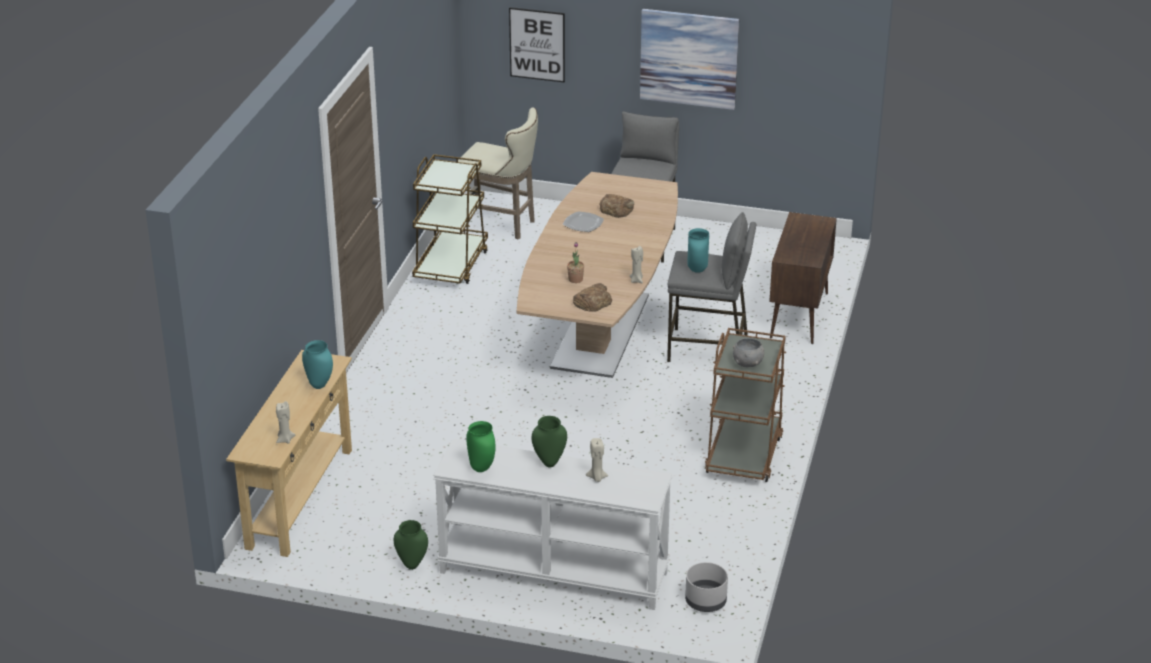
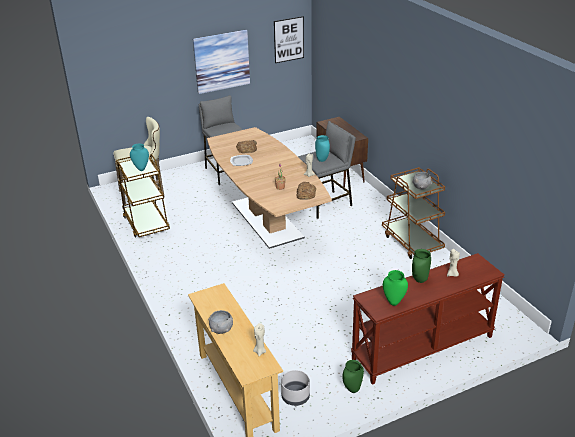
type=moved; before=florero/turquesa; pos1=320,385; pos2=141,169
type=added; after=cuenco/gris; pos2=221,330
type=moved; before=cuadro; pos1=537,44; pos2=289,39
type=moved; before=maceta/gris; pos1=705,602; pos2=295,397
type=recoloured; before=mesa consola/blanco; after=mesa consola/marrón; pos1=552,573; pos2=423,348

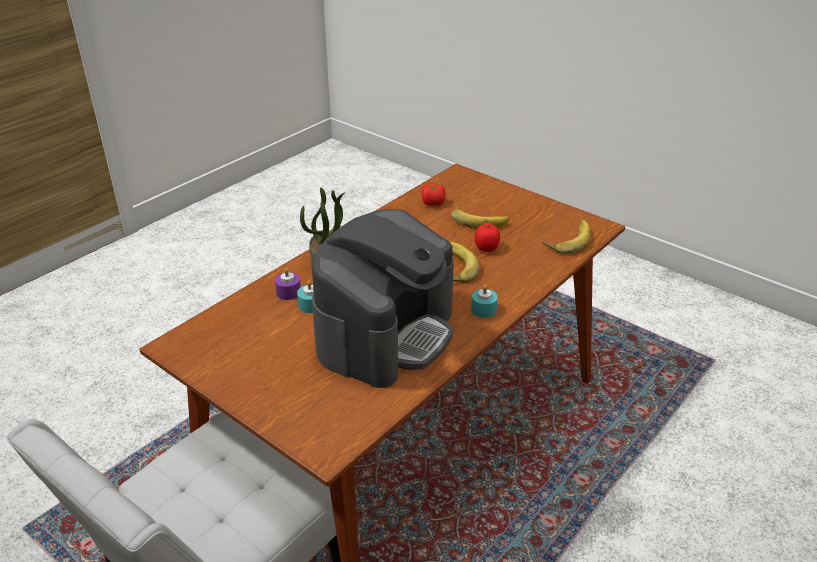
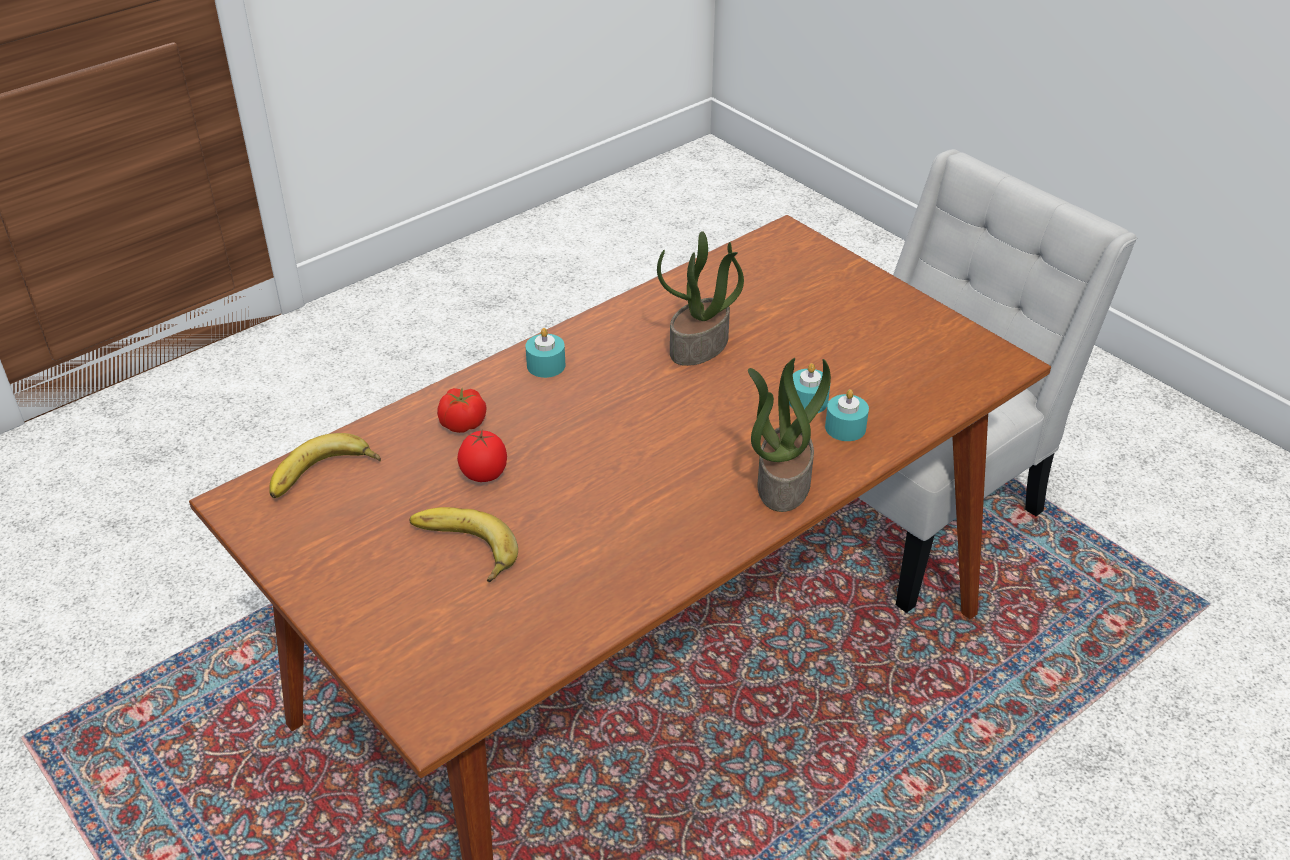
type=moved; before=tomate; pos1=433,203; pos2=463,424
type=replaced; before=cafetera; after=planta en maceta; pos1=386,333; pos2=699,347
type=recoloured; before=vela/morado; after=vela/turquesa; pos1=288,292; pos2=845,428
type=removed; before=plátano; pos1=454,267

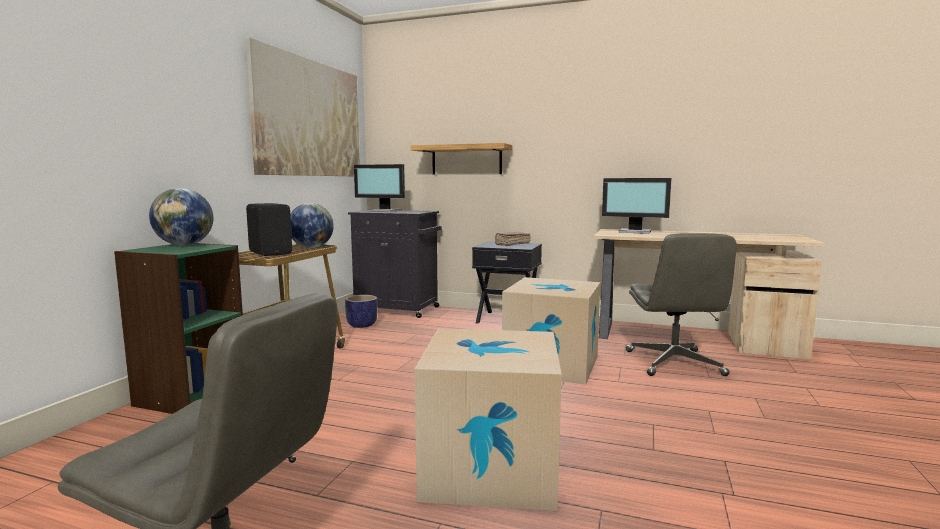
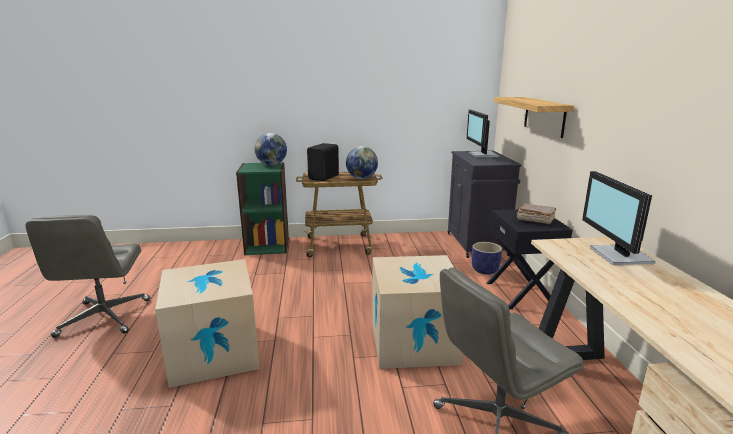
type=moved; before=maceta; pos1=362,325; pos2=485,270
type=removed; before=cuadro; pos1=310,118

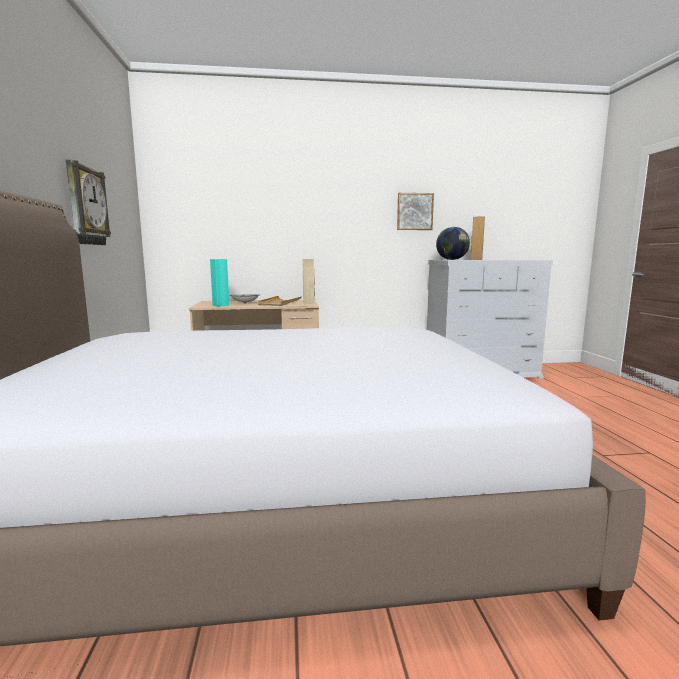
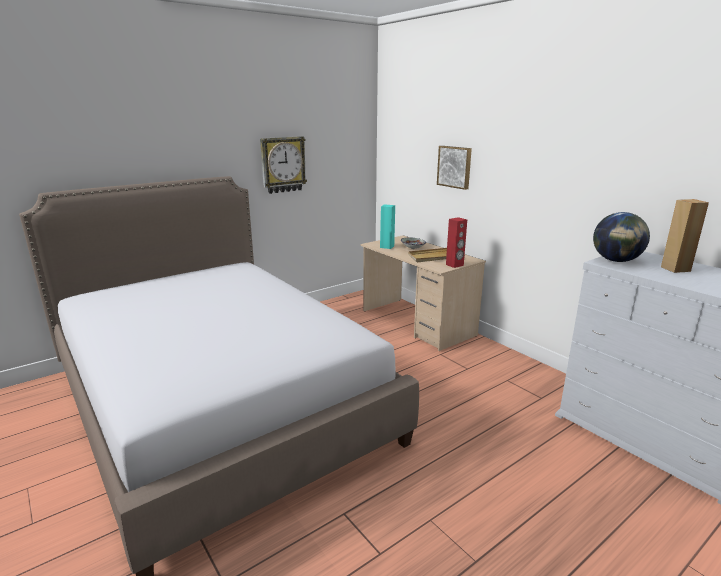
type=moved; before=cuadro; pos1=414,211; pos2=455,167
type=recoloured; before=altavoz/beis; after=altavoz/rojo; pos1=309,303; pos2=454,265

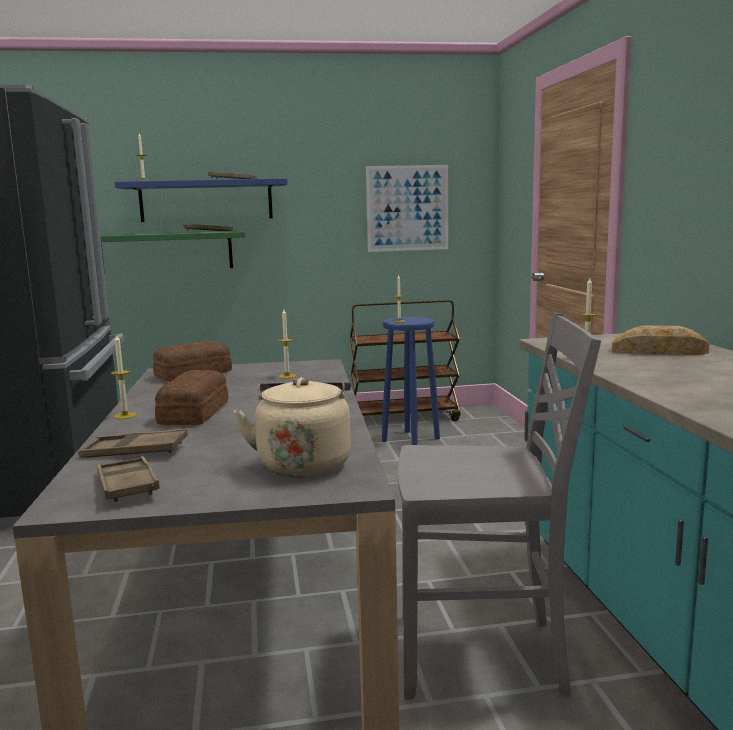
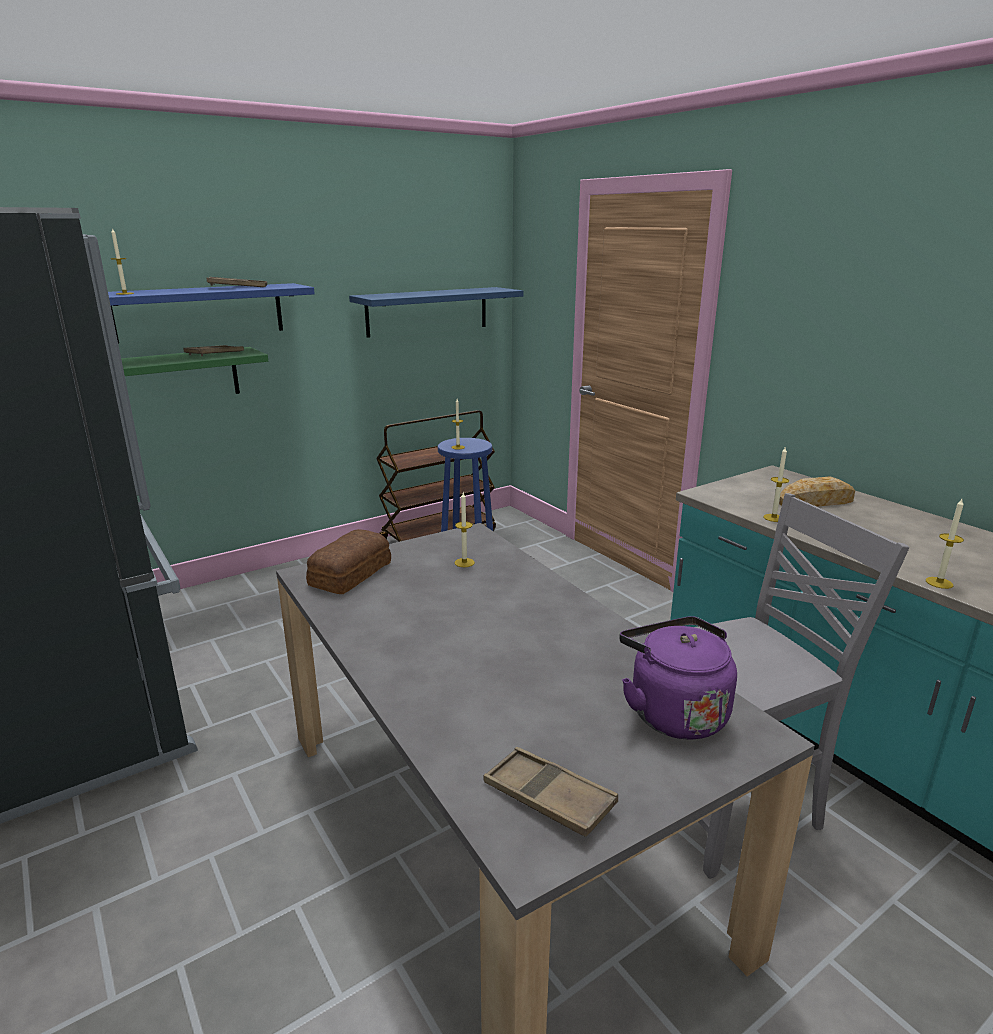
type=replaced; before=cuadro; after=estante/azul; pos1=407,208; pos2=427,311
type=recoloured; before=hervidor/beis; after=hervidor/morado; pos1=304,464; pos2=673,712
type=moved; before=vela; pos1=125,416; pos2=939,582
type=removed; before=bandeja/marrón; pos1=135,452
type=removed; before=pan; pos1=192,413

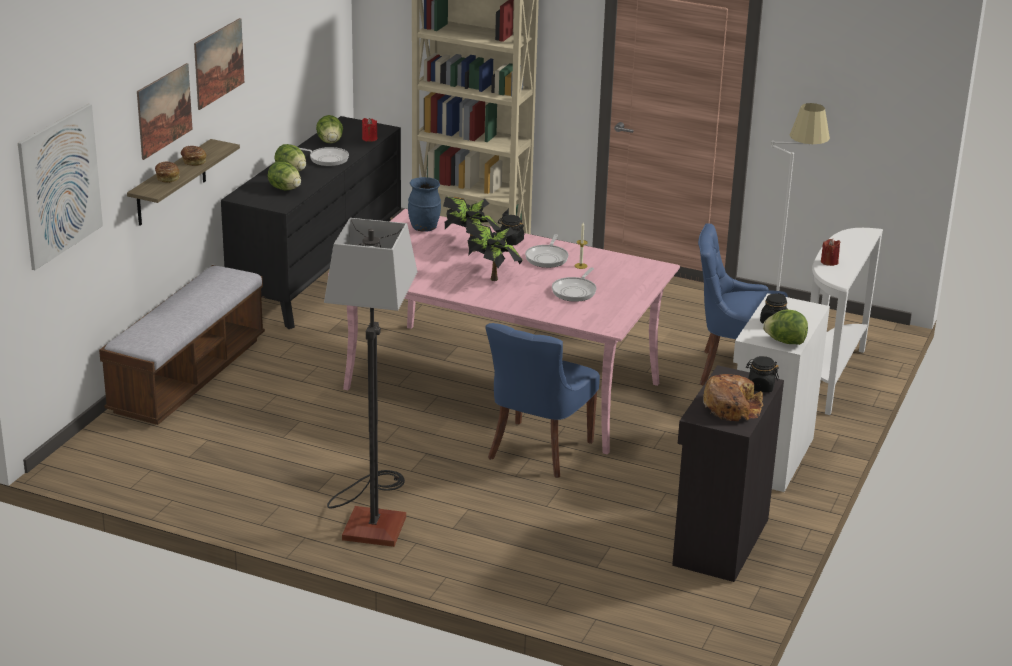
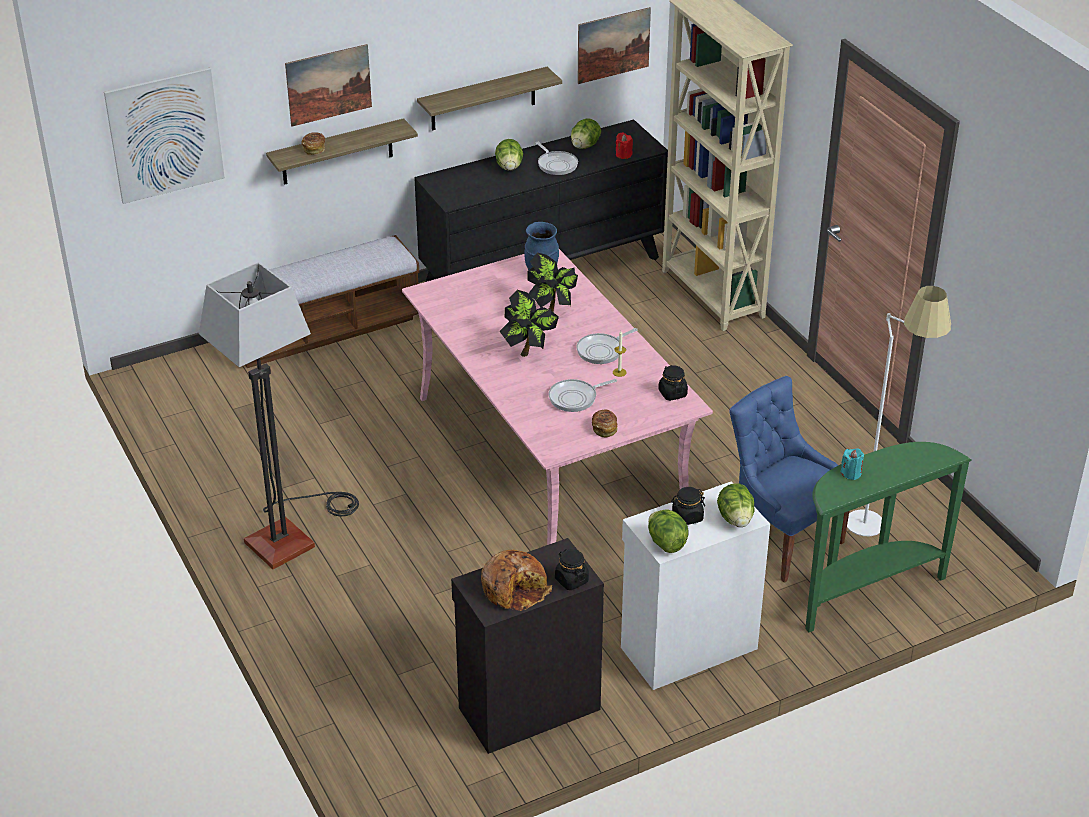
type=added; after=estante; pos2=483,99
type=moved; before=cuadro; pos1=219,63; pos2=613,45
type=moved; before=pan; pos1=193,161; pos2=604,428
type=moved; before=tarro/negro; pos1=510,241; pos2=672,393
type=moved; before=lechuga; pos1=285,189; pos2=735,519
type=recoloured; before=mesa consola/blanco; after=mesa consola/verde; pos1=829,377; pos2=865,591
type=recoloured; before=vela/rojo; after=vela/turquesa; pos1=829,262; pos2=851,473
type=removed; before=silla/azul; pos1=537,451

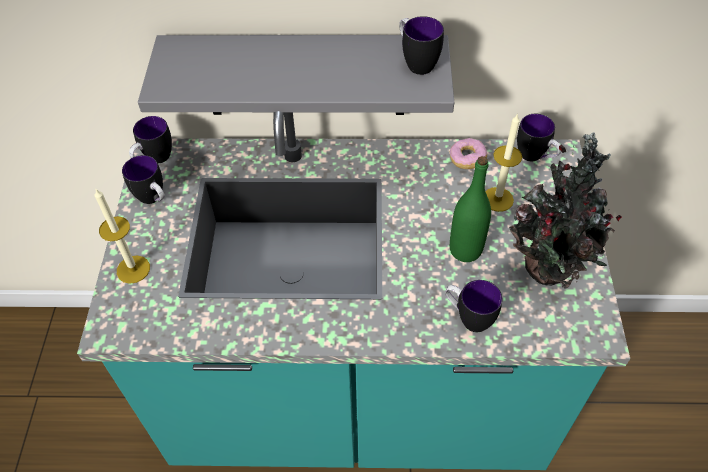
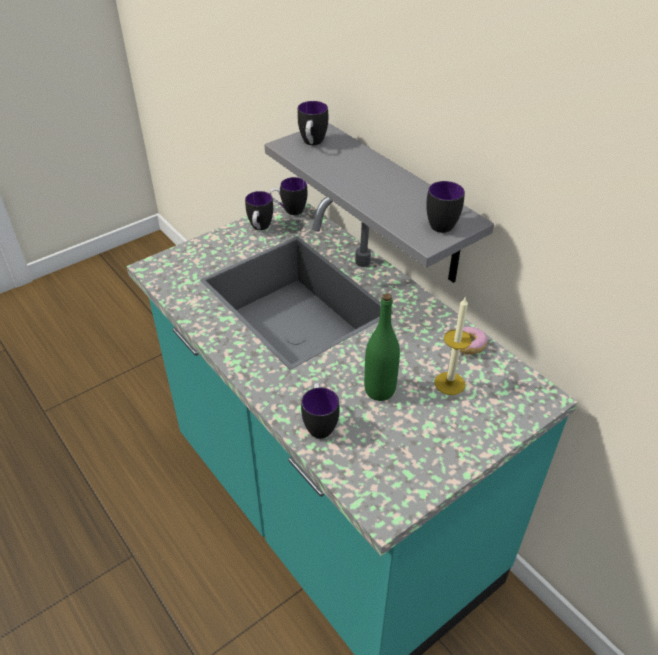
type=moved; before=taza grande; pos1=535,157; pos2=312,144
type=removed; before=vela; pos1=133,269
type=removed; before=planta en maceta; pos1=548,272

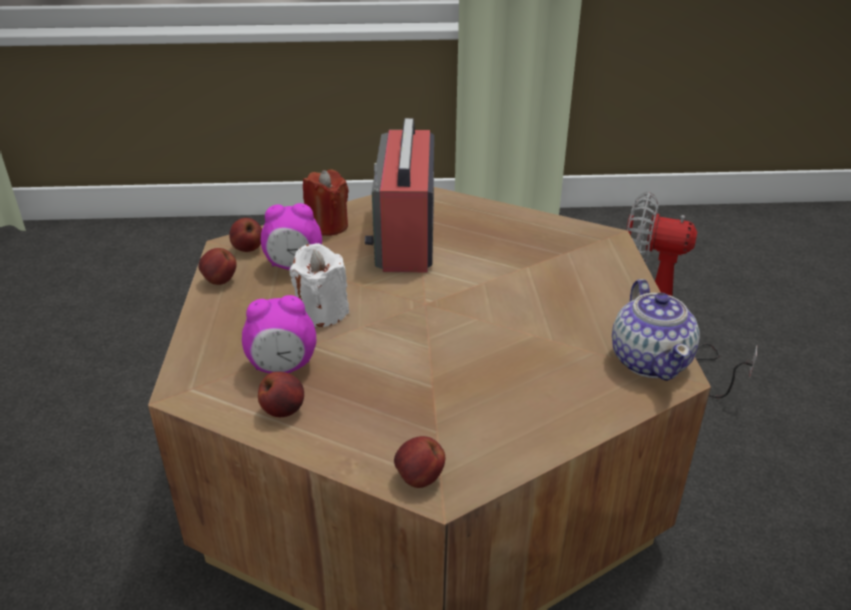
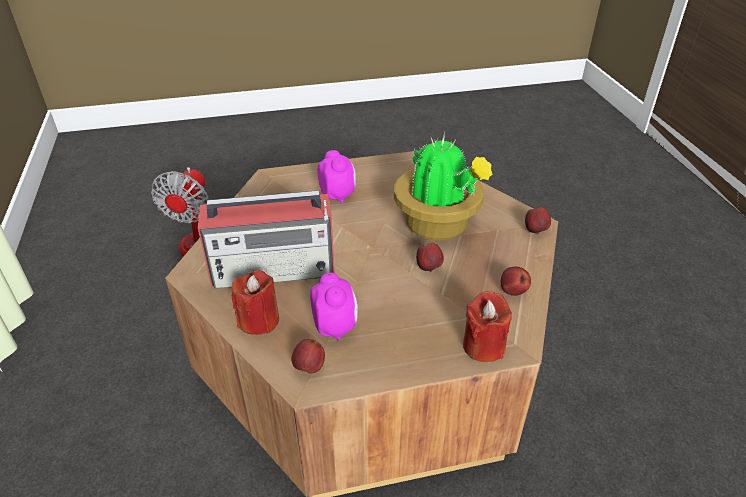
type=moved; before=despertador; pos1=283,367; pos2=338,195
type=added; after=planta en maceta; pos2=438,226
type=moved; before=manzana; pos1=219,281; pos2=429,268
type=added; after=vela/rojo; pos2=483,346
type=removed; before=vela/blanco; pos1=322,312
type=removed; before=tetera; pos1=650,360

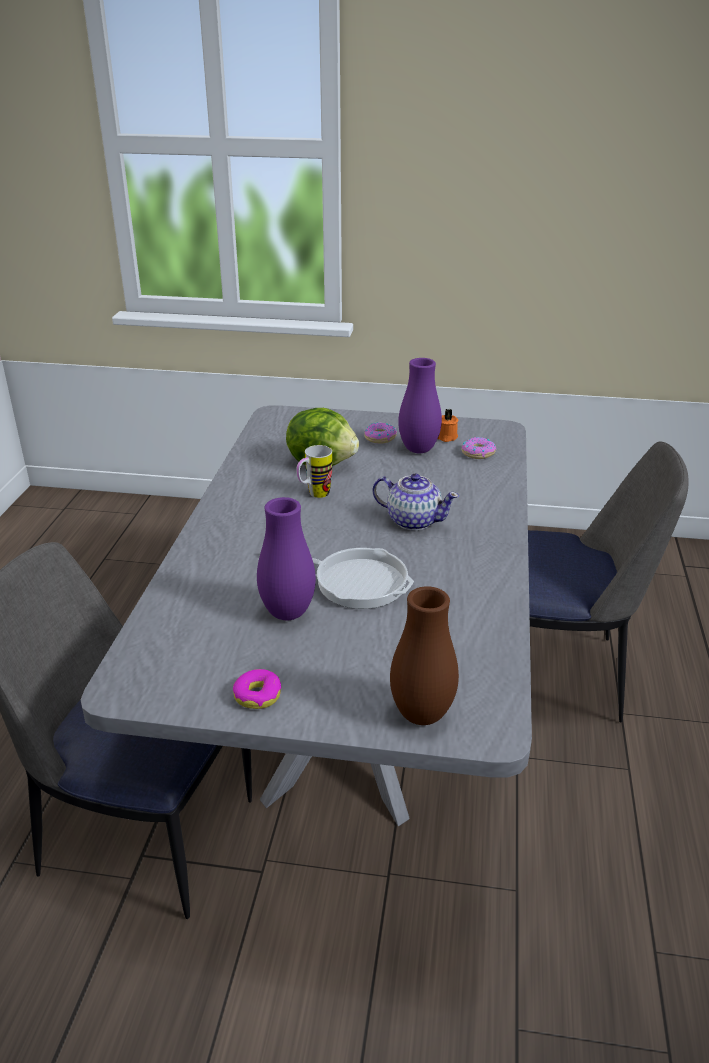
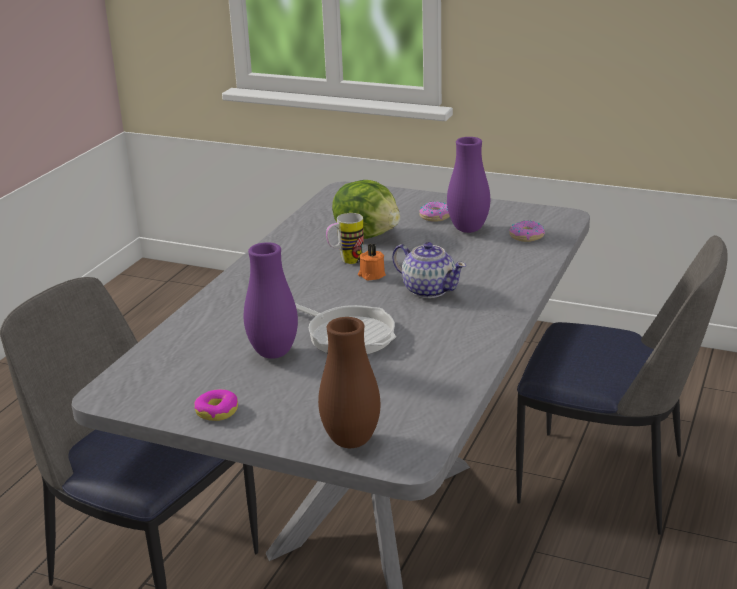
type=moved; before=vela/naranja; pos1=445,437; pos2=371,275

